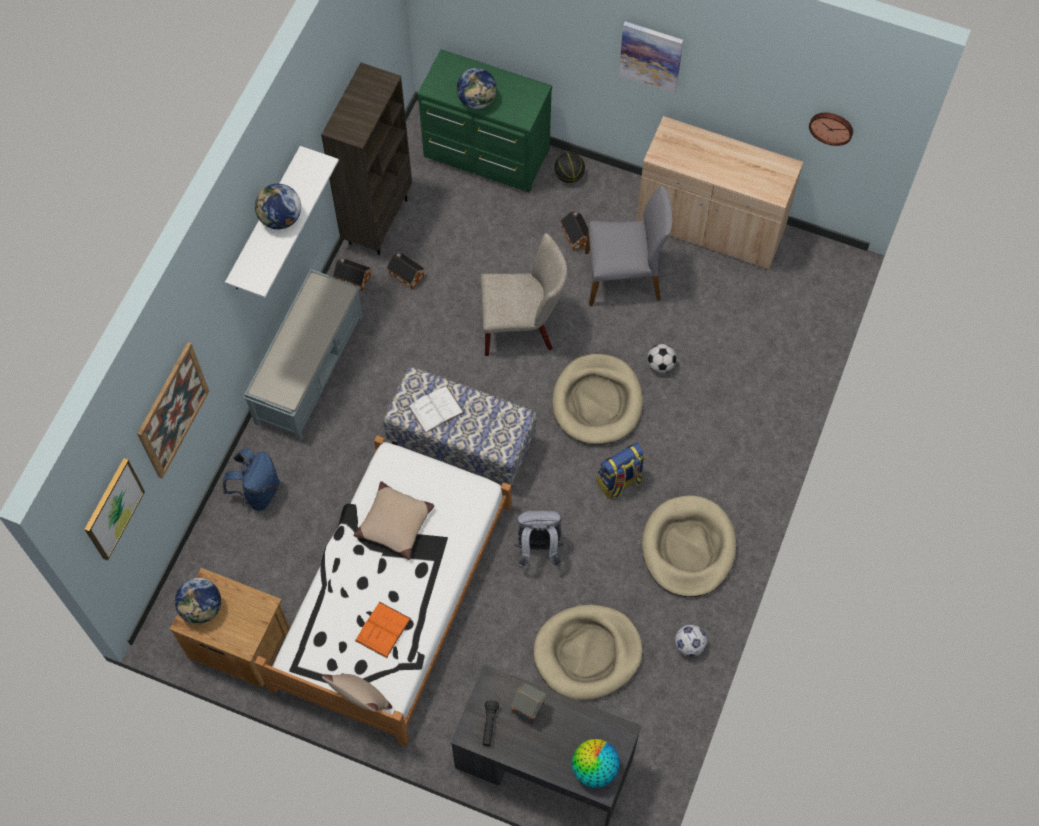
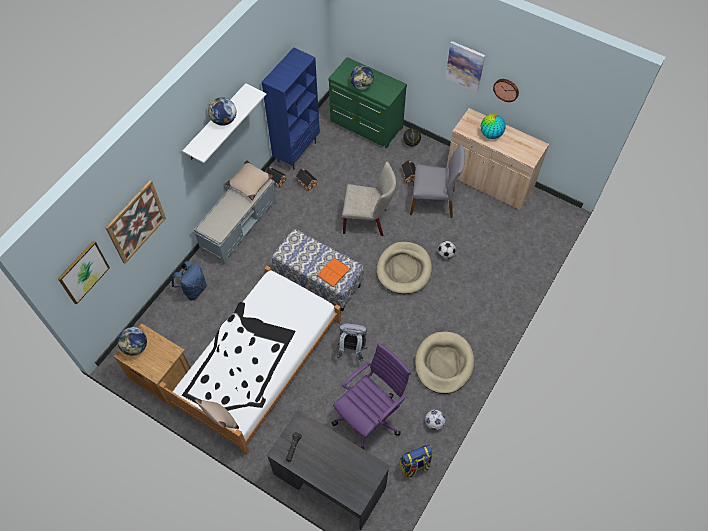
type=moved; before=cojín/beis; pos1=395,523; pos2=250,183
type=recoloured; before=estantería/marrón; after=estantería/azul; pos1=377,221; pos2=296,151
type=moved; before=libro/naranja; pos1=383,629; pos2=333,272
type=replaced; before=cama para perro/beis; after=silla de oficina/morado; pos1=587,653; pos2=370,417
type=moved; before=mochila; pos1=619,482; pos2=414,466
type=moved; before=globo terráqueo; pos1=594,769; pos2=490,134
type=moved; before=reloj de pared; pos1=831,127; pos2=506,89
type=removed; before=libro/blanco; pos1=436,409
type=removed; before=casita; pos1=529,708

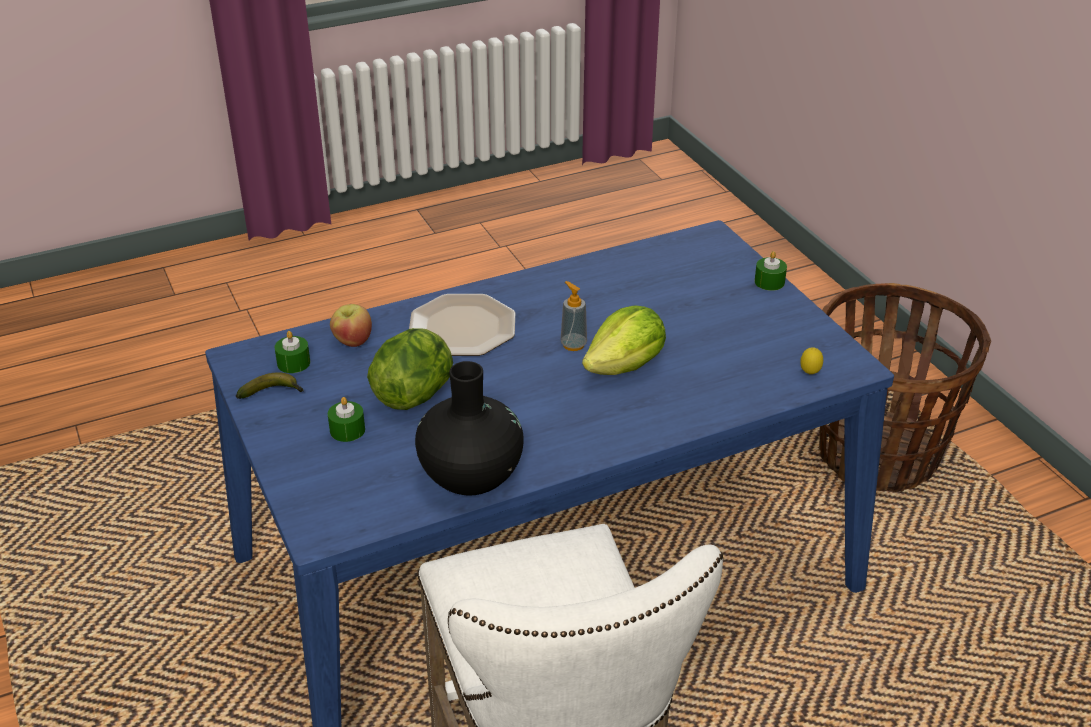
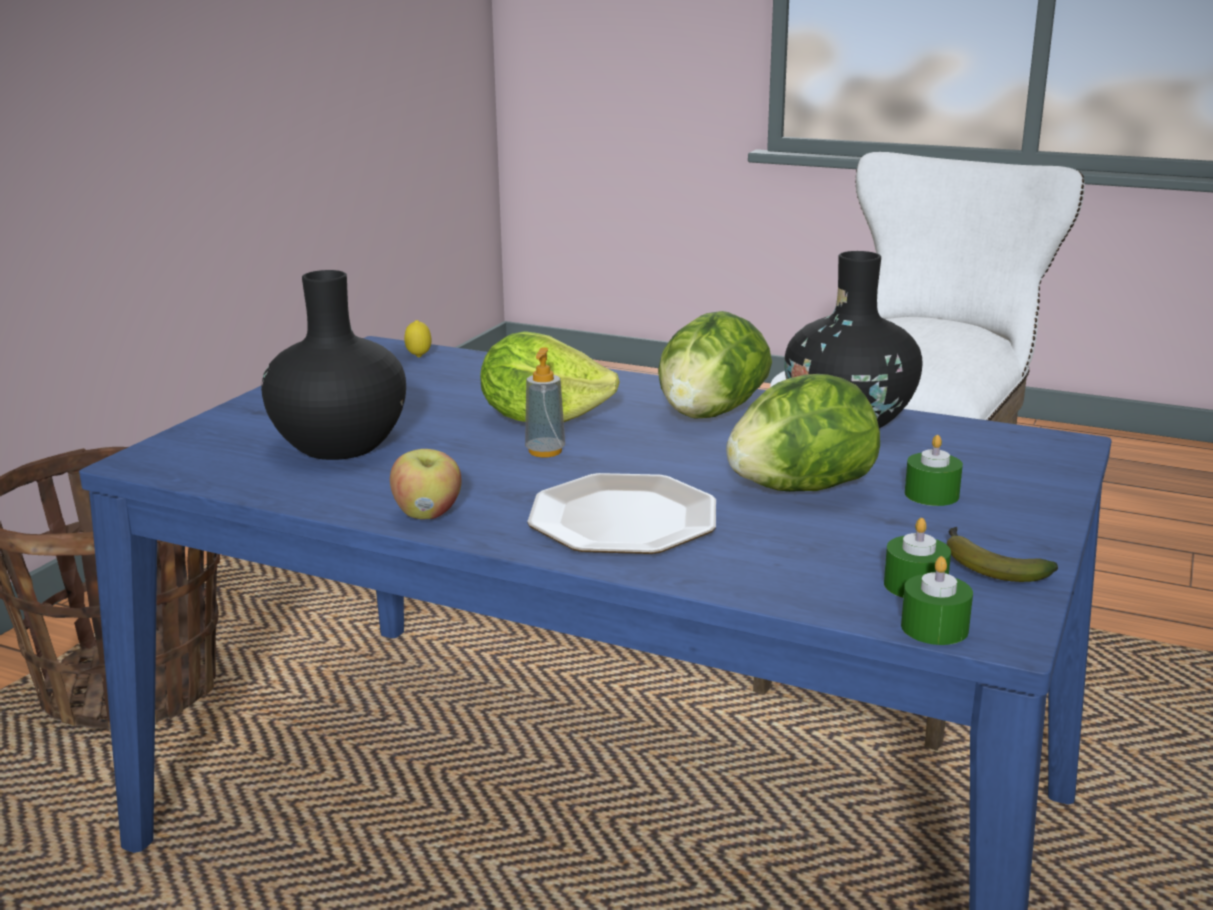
type=added; after=florero/negro; pos2=339,446
type=moved; before=manzana; pos1=352,341; pos2=428,514
type=added; after=lechuga; pos2=710,414
type=moved; before=vela/verde; pos1=769,282; pos2=934,628

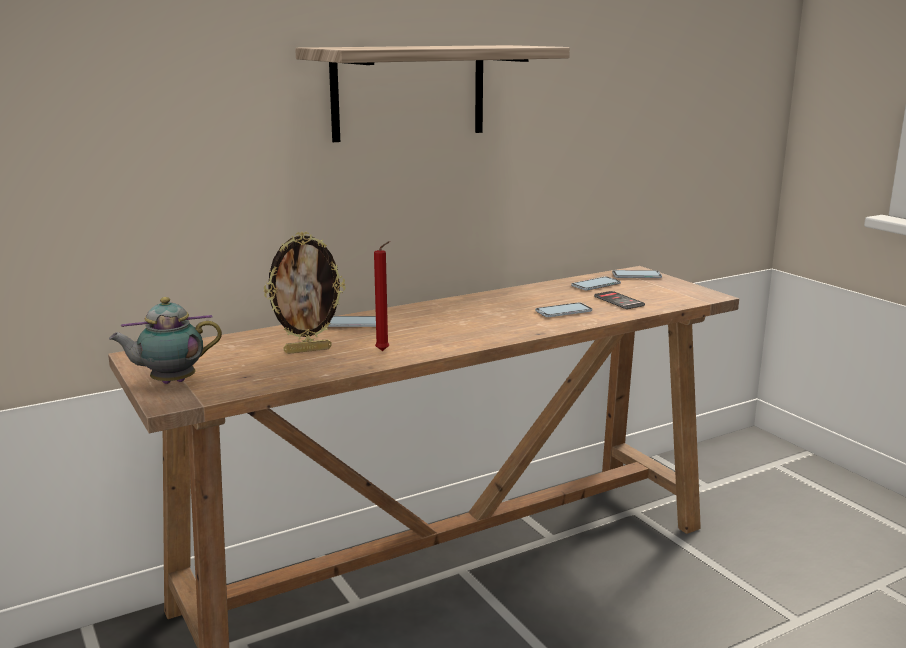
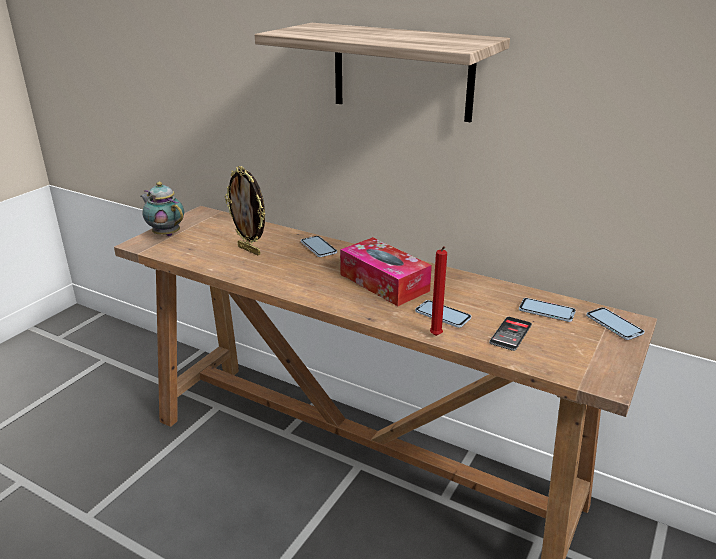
type=added; after=caja de pañuelos; pos2=384,282
type=moved; before=vela/rojo; pos1=384,351; pos2=436,337

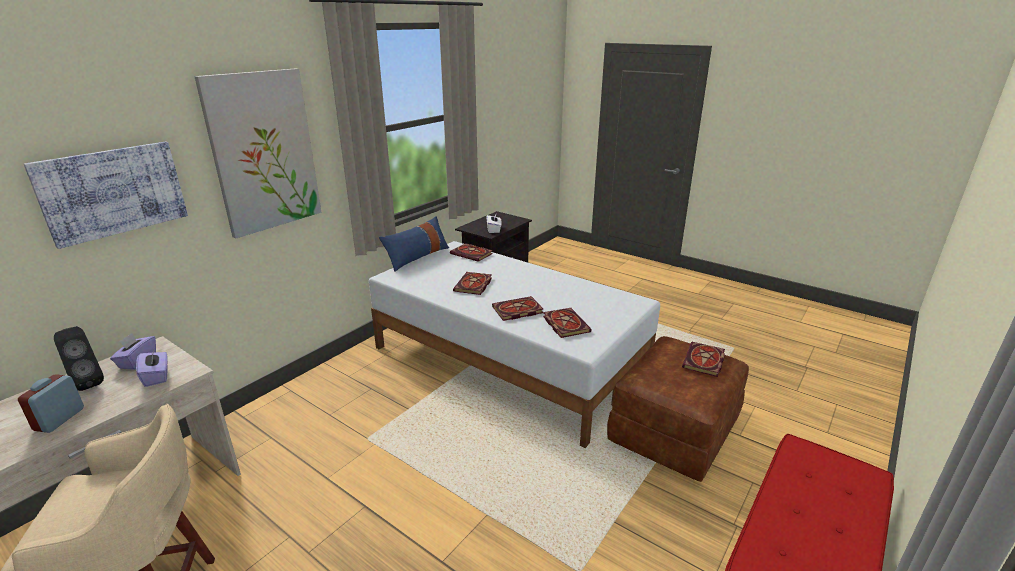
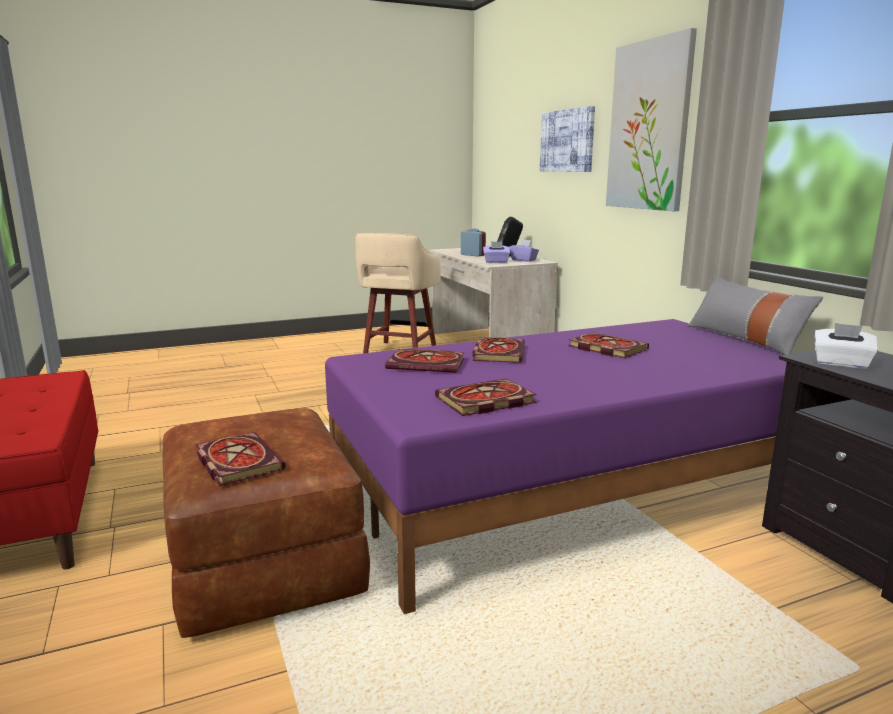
type=recoloured; before=cama/blanco; after=cama/morado; pos1=507,360; pos2=572,495
type=moved; before=libro; pos1=472,254; pos2=484,401
type=recoloured; before=cojín/azul; after=cojín/gris; pos1=417,257; pos2=745,339

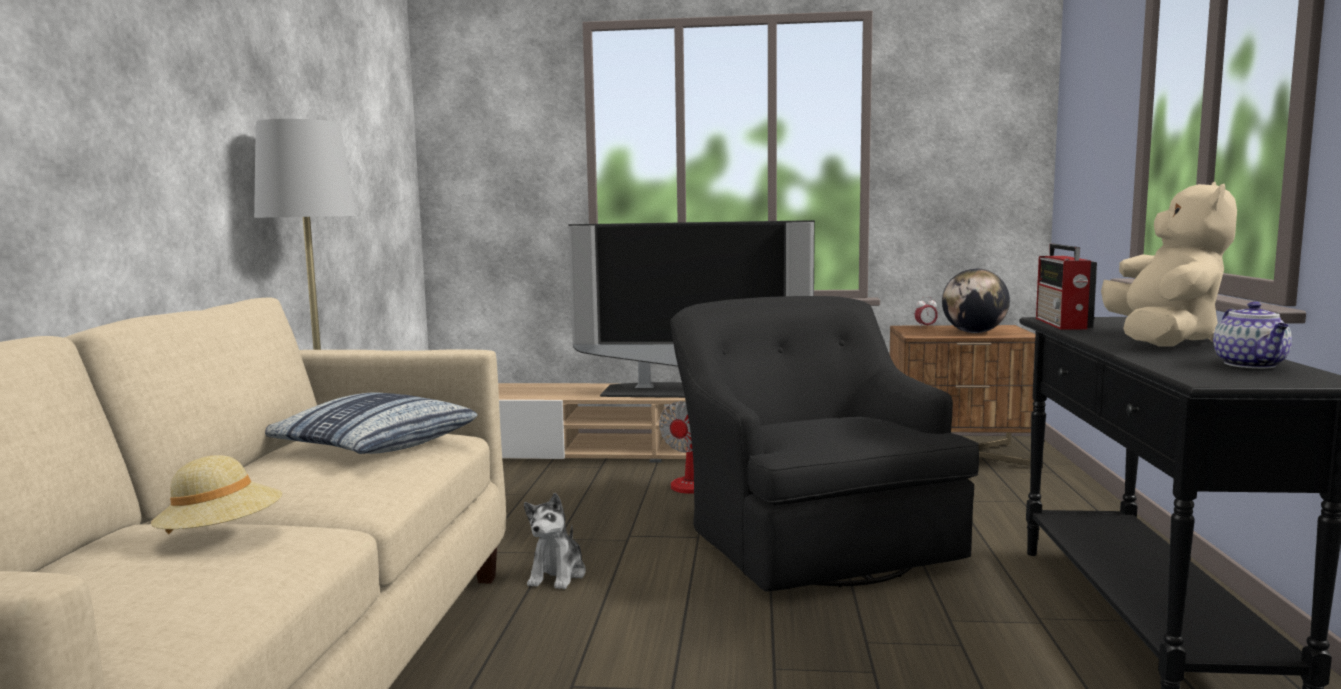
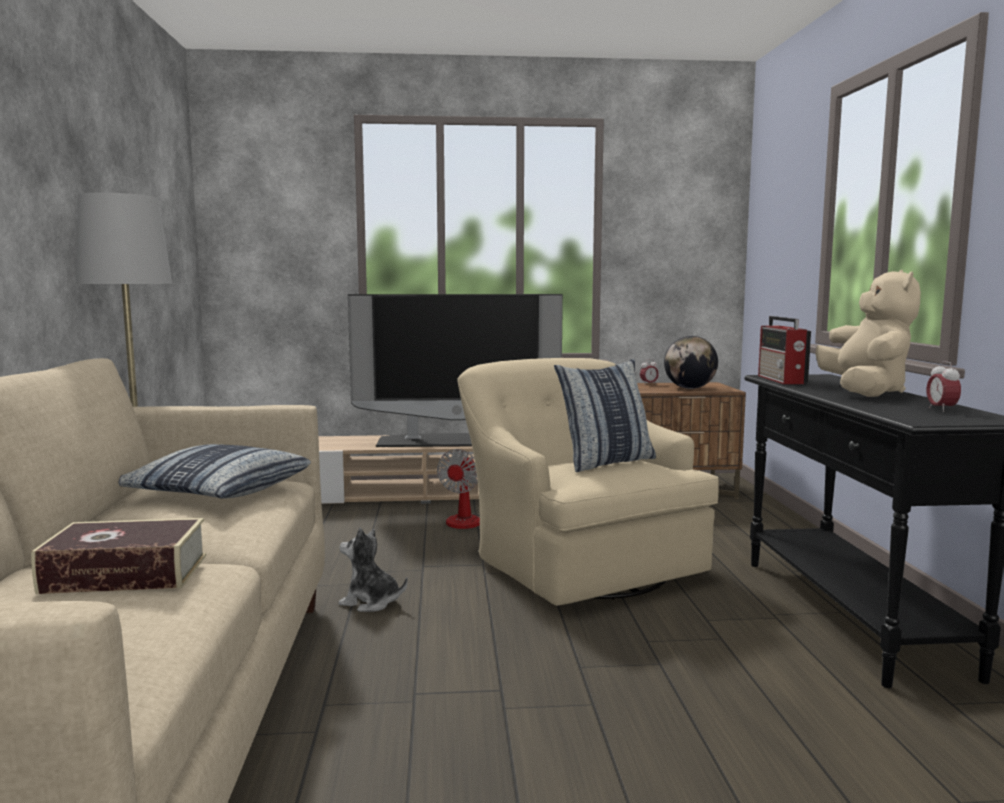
type=replaced; before=sombrero/beis; after=libro; pos1=222,536; pos2=126,574
type=turned; before=peluche; pos1=557,575; pos2=371,602; turn=105
type=recoloured; before=sillón/negro; after=sillón/beis; pos1=812,538; pos2=579,561
type=added; after=cojín; pos2=606,462
type=replaced; before=tetera; after=despertador; pos1=1251,365; pos2=941,409

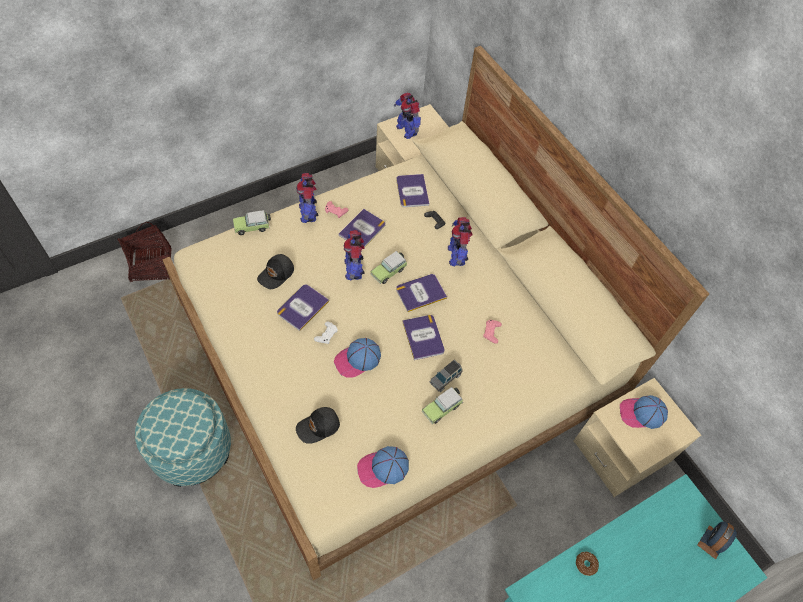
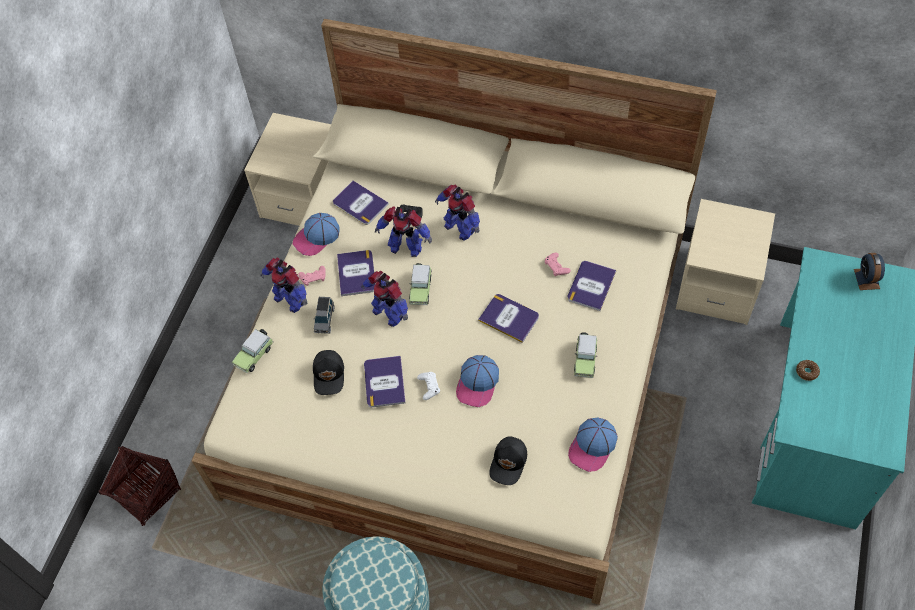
type=moved; before=gorra; pos1=641,414; pos2=317,237
type=moved; before=coche de juguete/gris; pos1=445,378; pos2=324,319
type=moved; before=robot de juguete; pos1=407,130; pos2=405,247
type=moved; before=libro; pos1=420,293; pos2=591,286

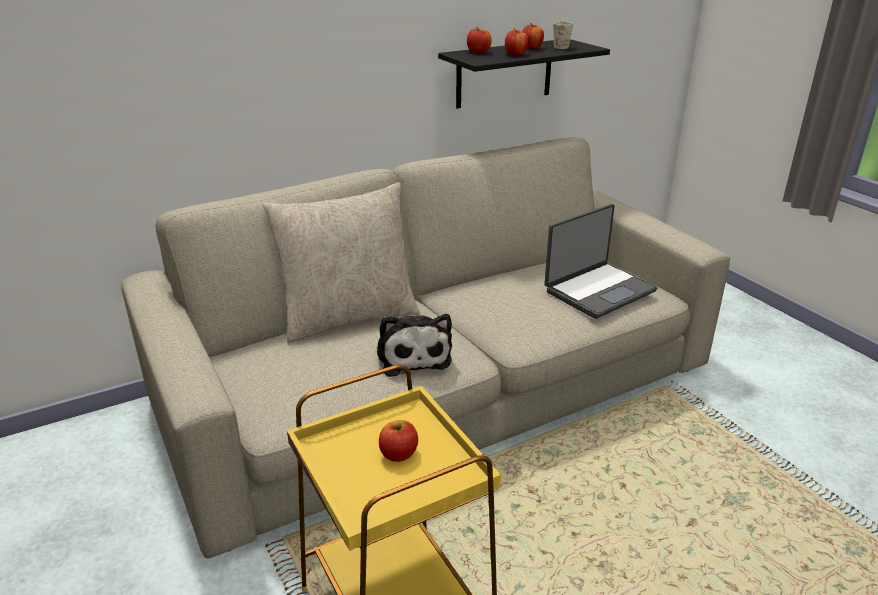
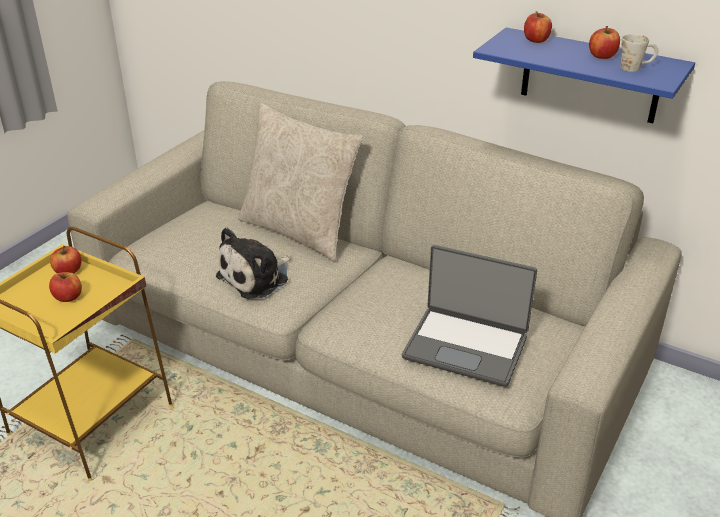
type=moved; before=manzana; pos1=515,54; pos2=68,271
type=recoloured; before=estante/negro; after=estante/azul; pos1=504,73; pos2=590,76

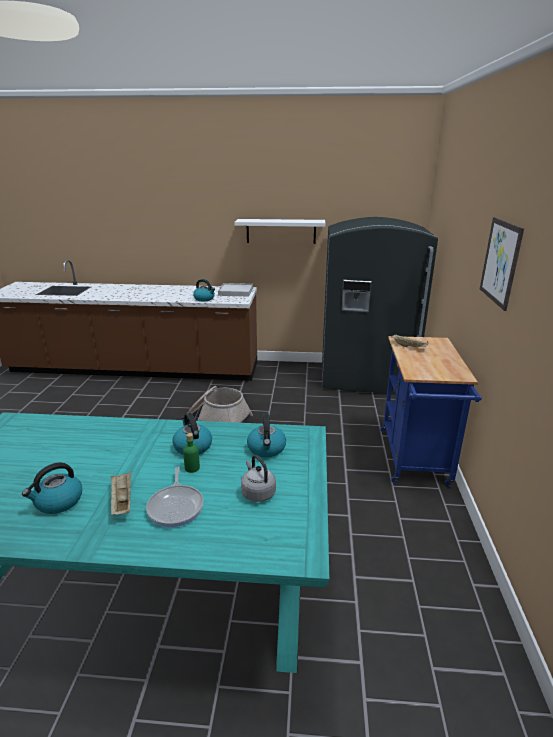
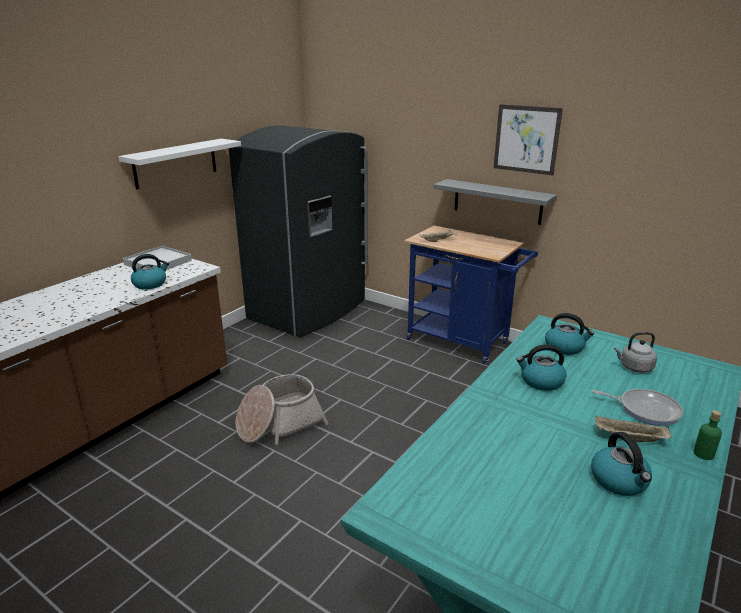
type=added; after=estante/gris; pos2=497,201
type=moved; before=botella/verde; pos1=192,468; pos2=703,454

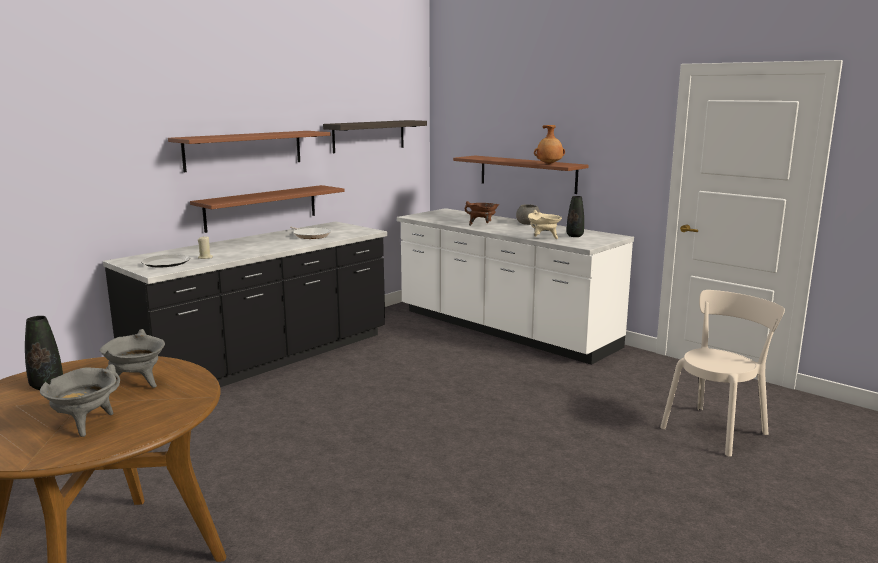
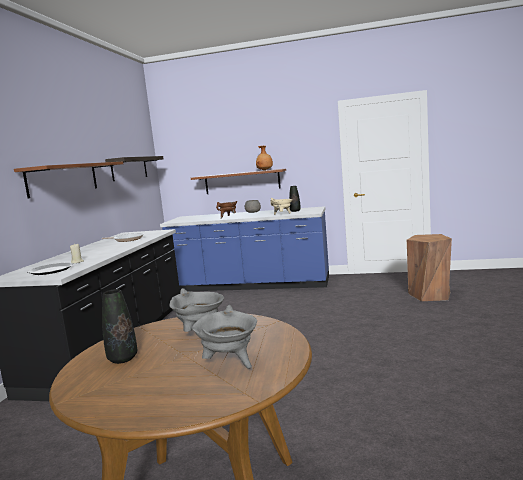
type=recoloured; before=mueble bajo de cocina/blanco; after=mueble bajo de cocina/azul; pos1=504,329; pos2=251,285
type=replaced; before=silla/beis; after=taburete/marrón; pos1=716,429; pos2=430,295
type=removed; before=estante/marrón; pos1=261,208

